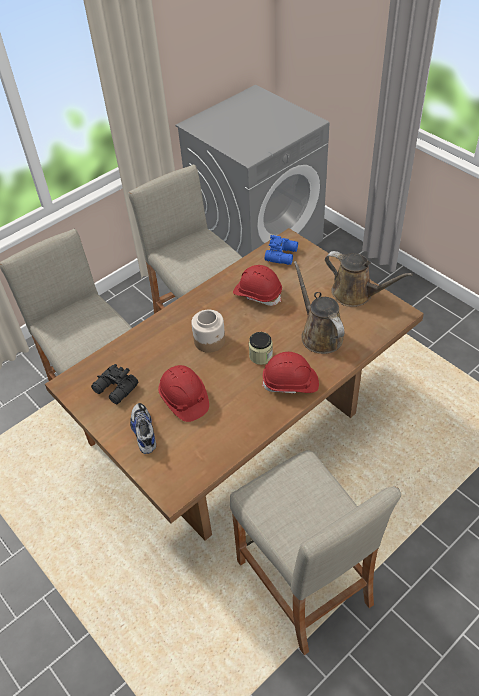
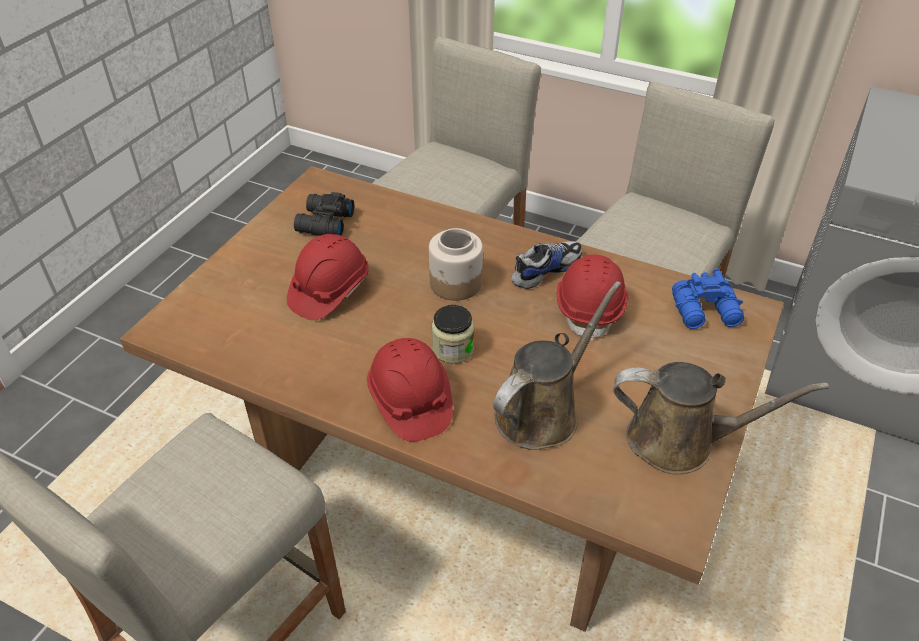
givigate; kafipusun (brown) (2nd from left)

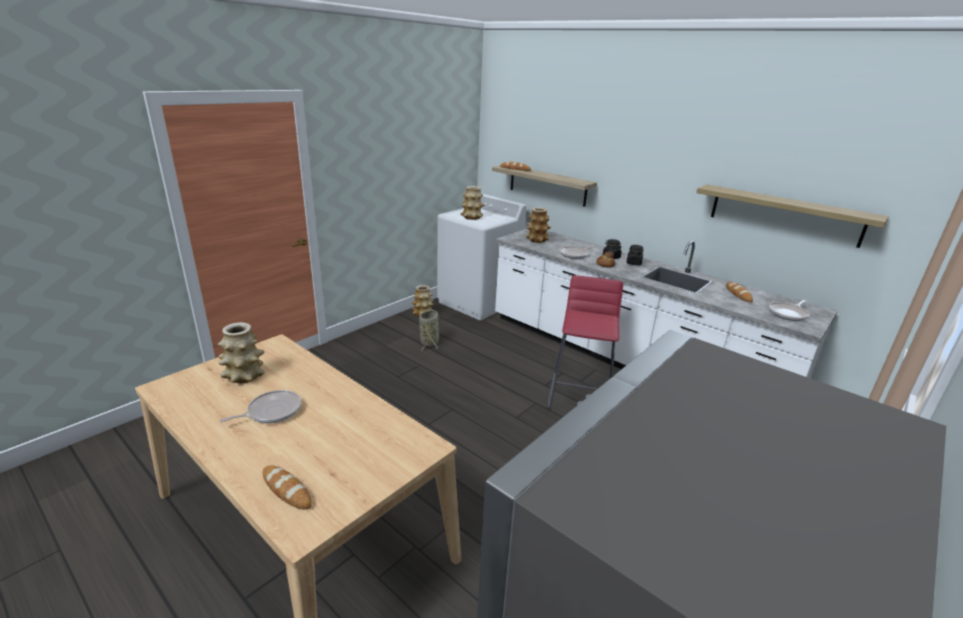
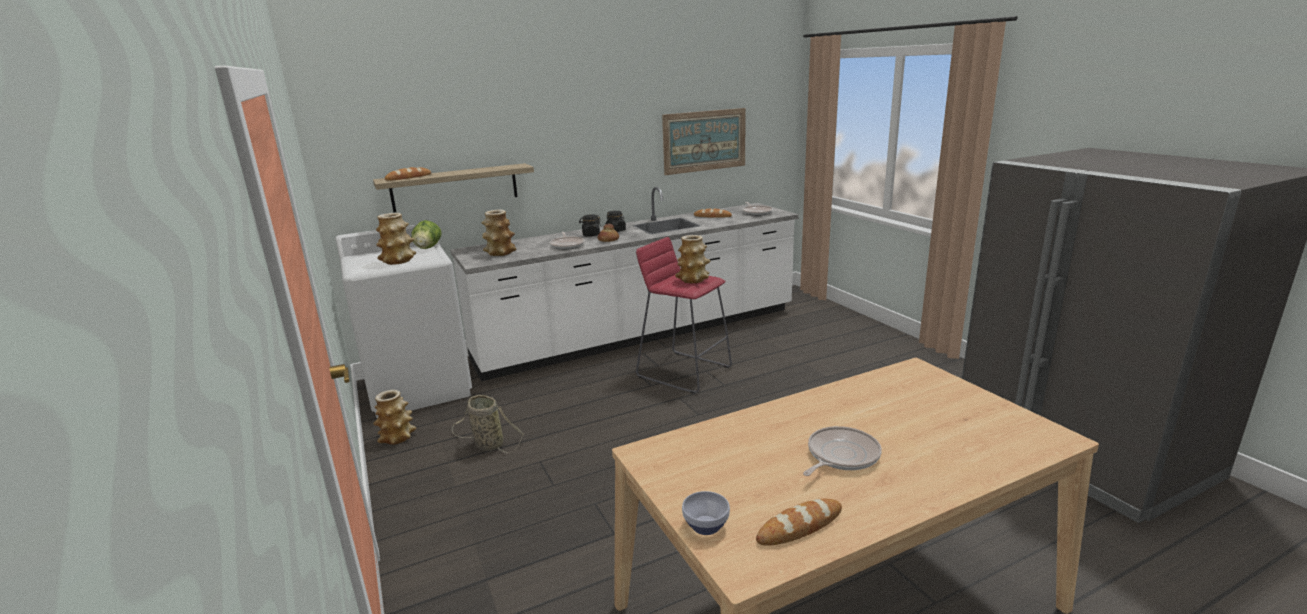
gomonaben; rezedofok; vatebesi (4th from left); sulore (4th from left); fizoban; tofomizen (3rd from left)

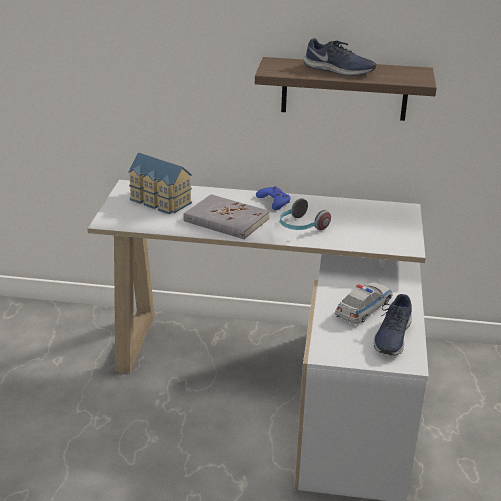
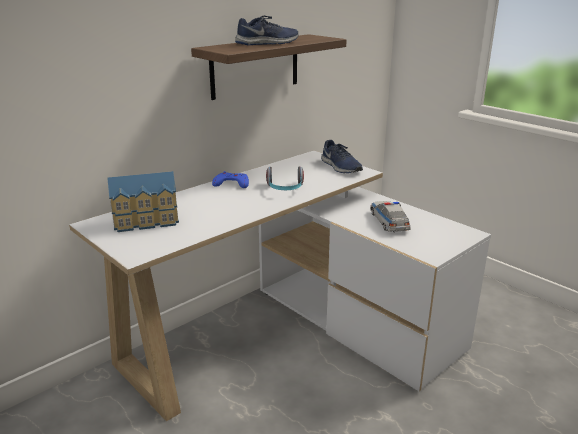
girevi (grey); givigate (blue) (2nd from left)

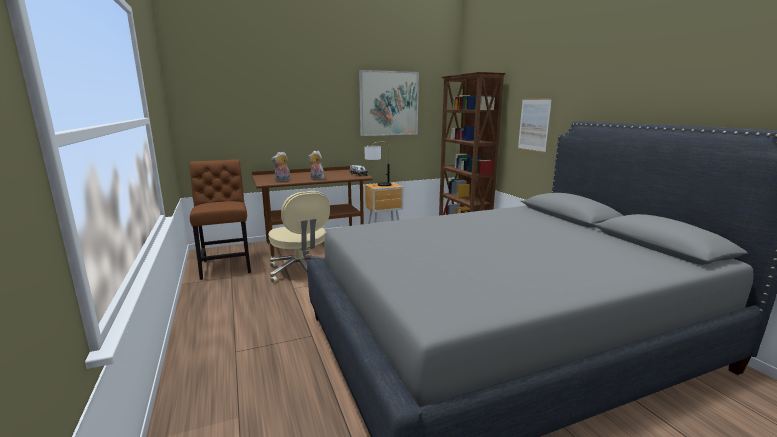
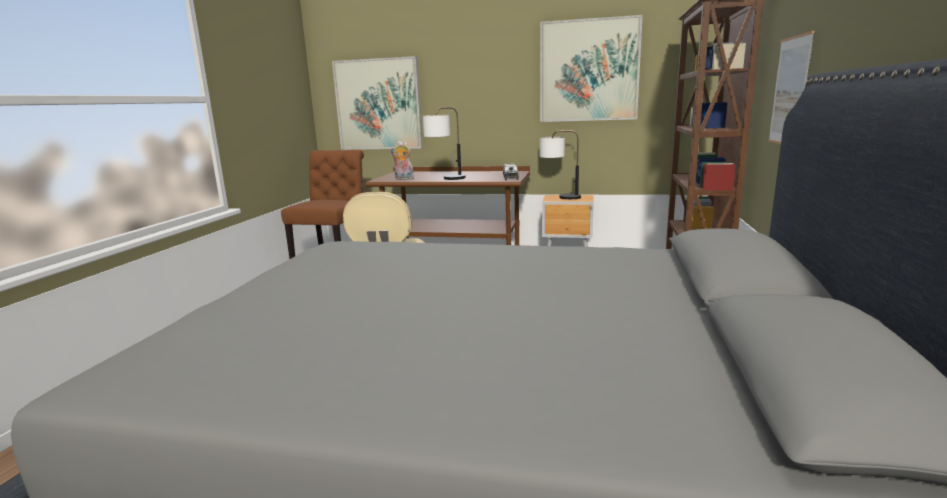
fizoban (1st from left); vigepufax (1st from left)

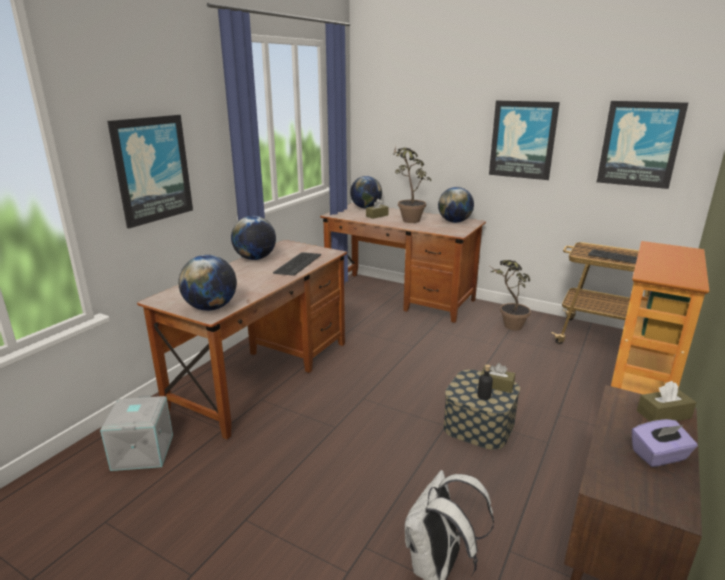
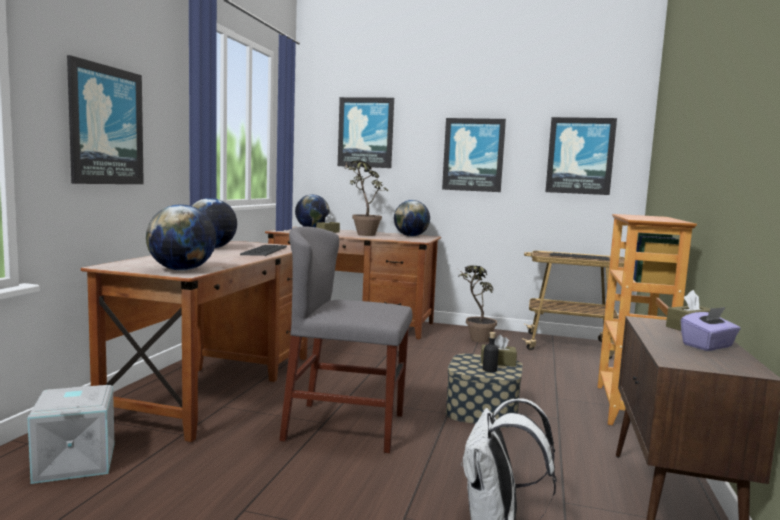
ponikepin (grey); fizoban (2nd from left)

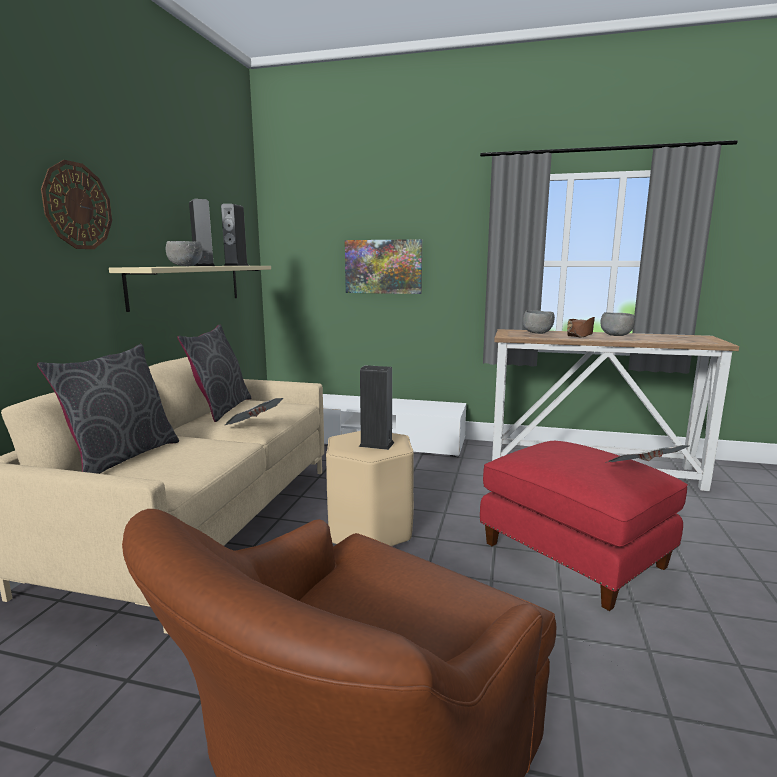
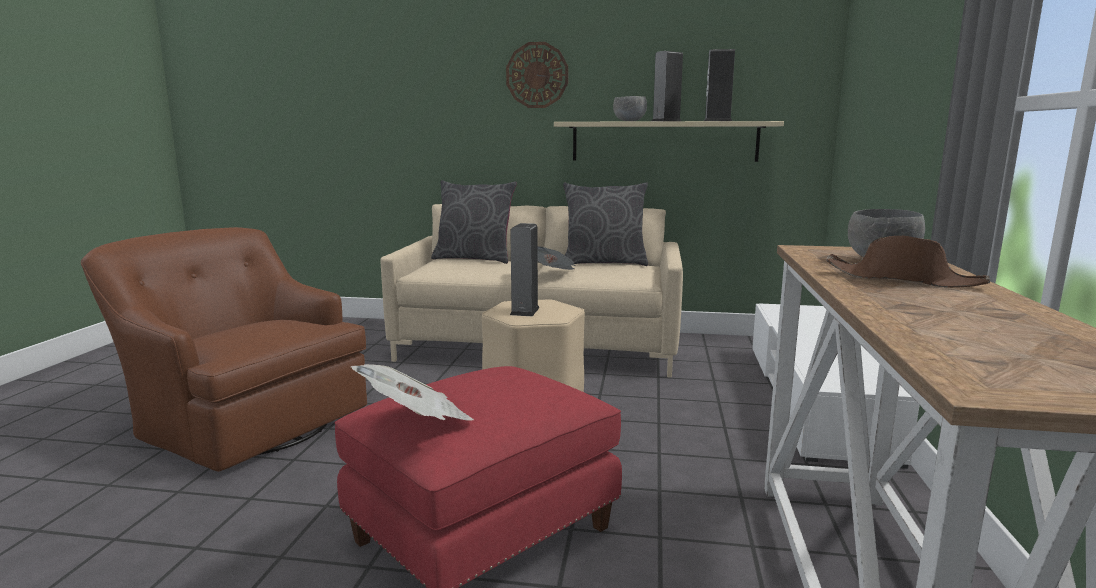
fizoban; rezedofok (grey) (3rd from left in the first image)

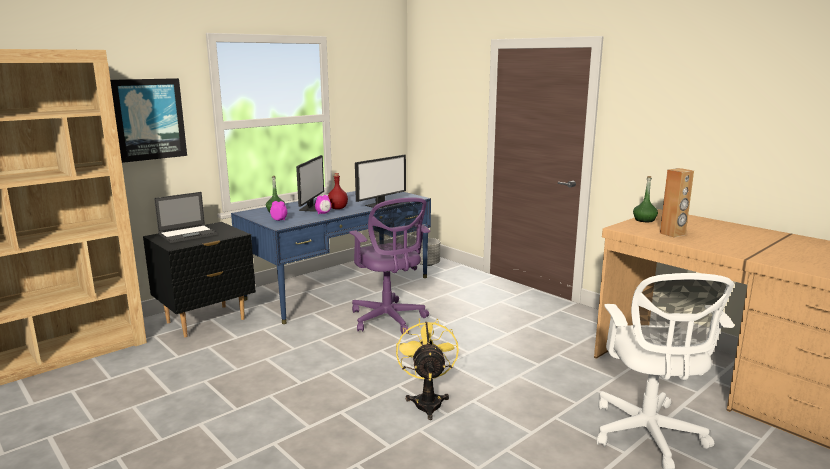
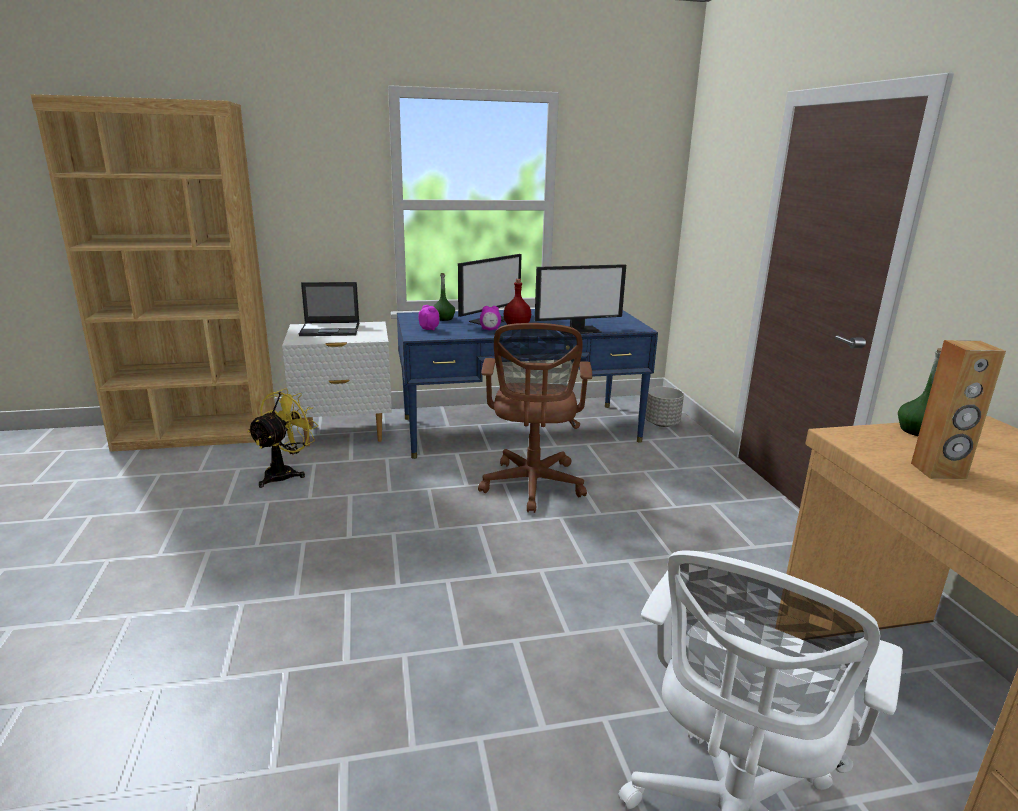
fizoban; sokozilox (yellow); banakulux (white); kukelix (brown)

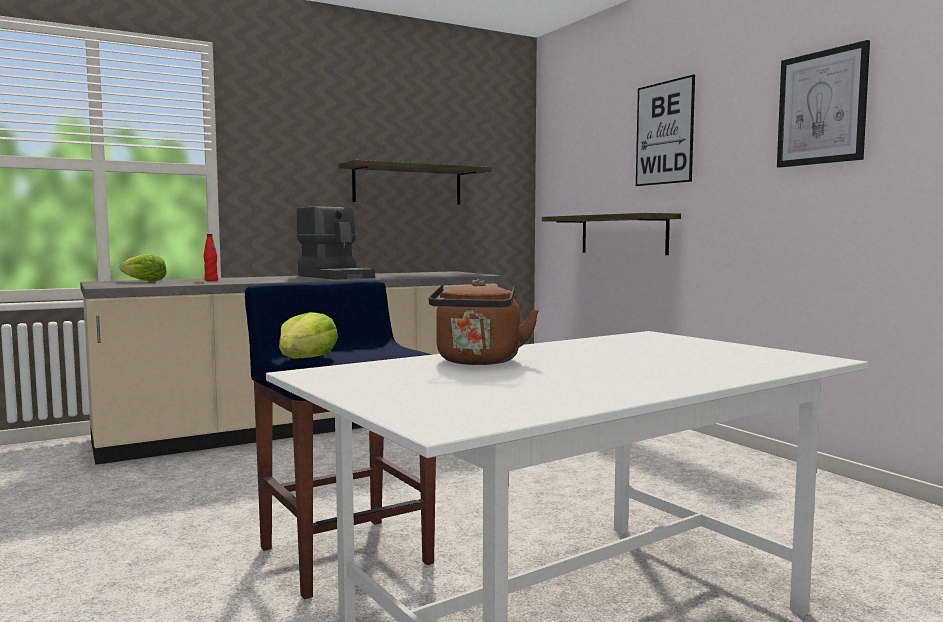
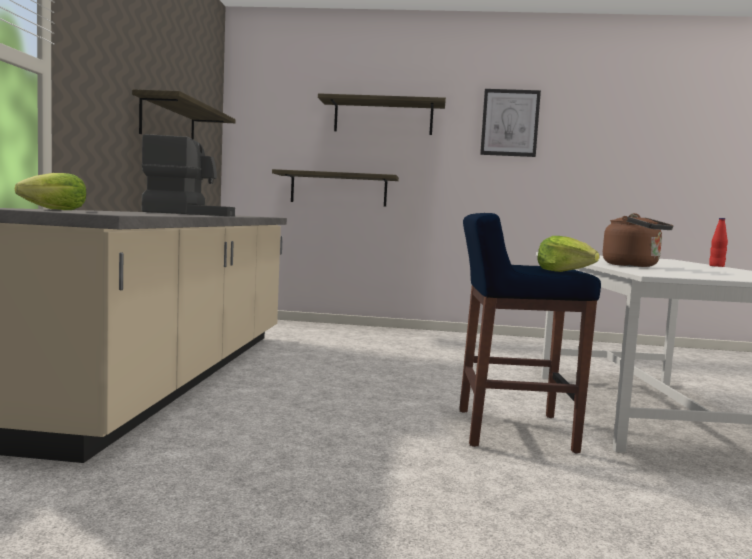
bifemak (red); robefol (3rd from left)

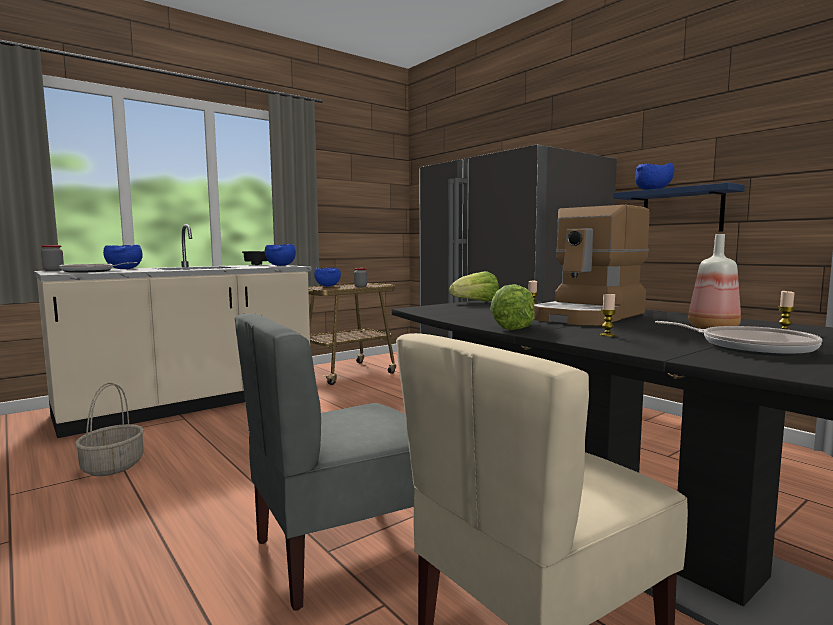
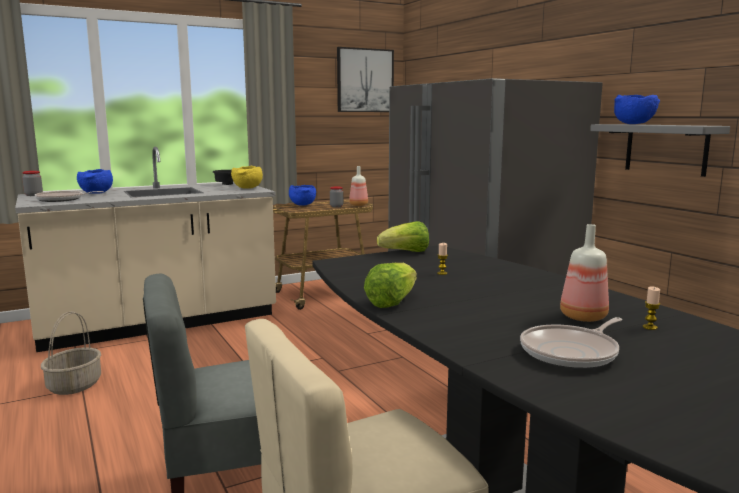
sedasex; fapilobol (2nd from left in the first image); fizoban; bifemak (1st from left); rezedofok (yellow); robefol (grey); tofomizen (2nd from left)

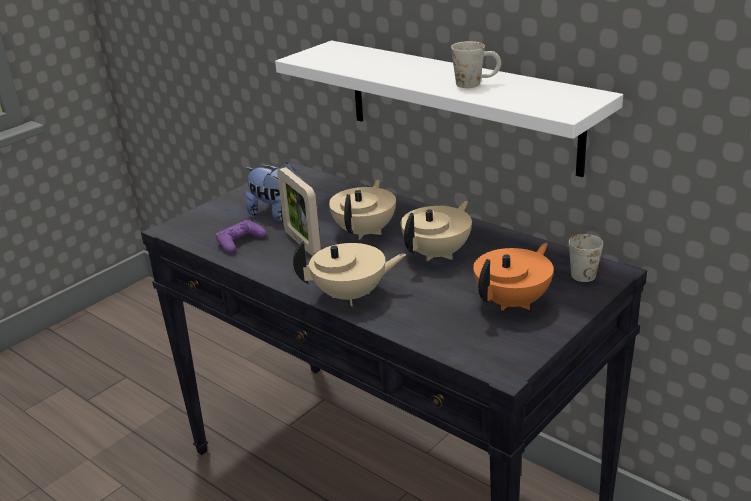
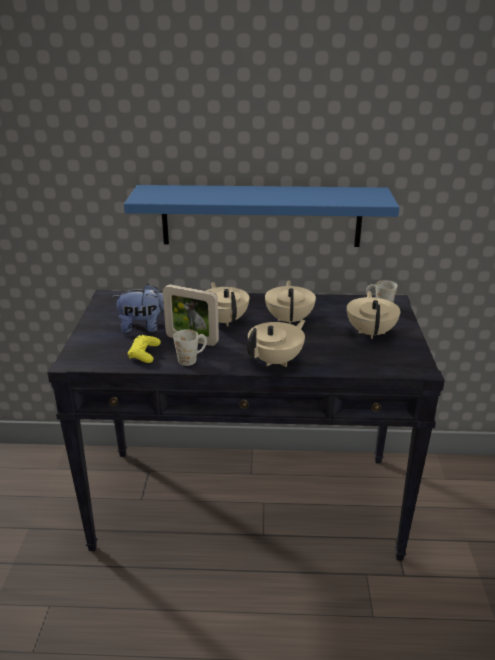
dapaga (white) (1st from left); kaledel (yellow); robefol (blue); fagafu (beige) (4th from left)

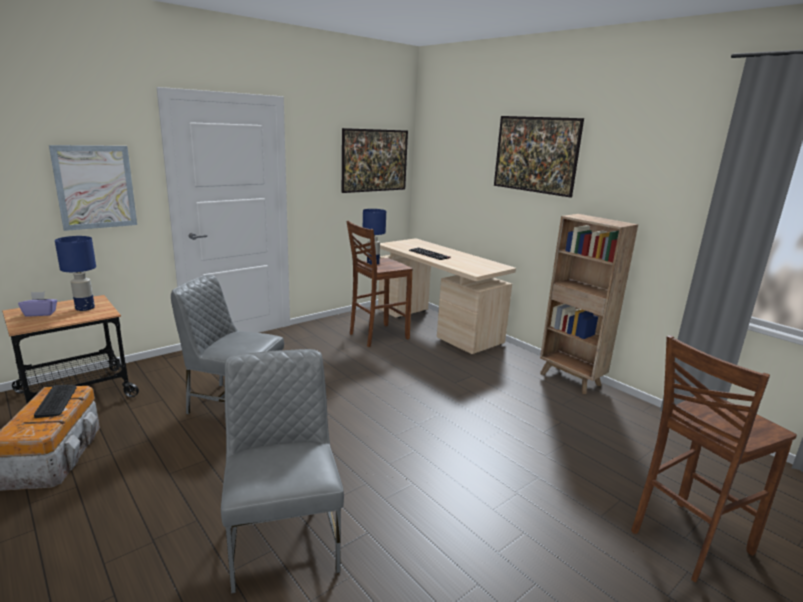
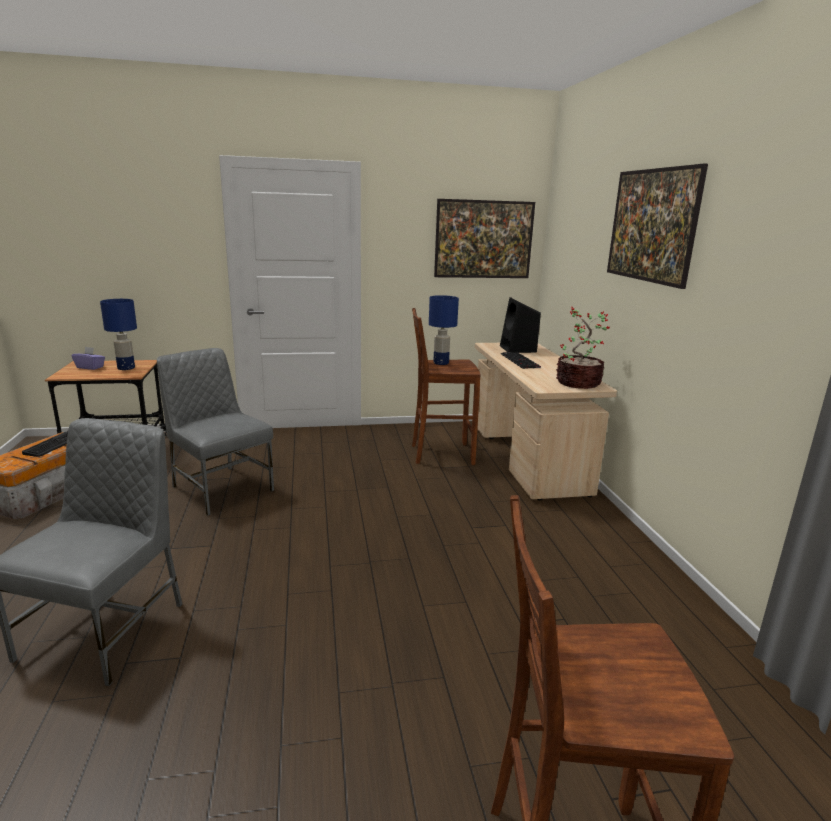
fizoban (1st from left in the first image); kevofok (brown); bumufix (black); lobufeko

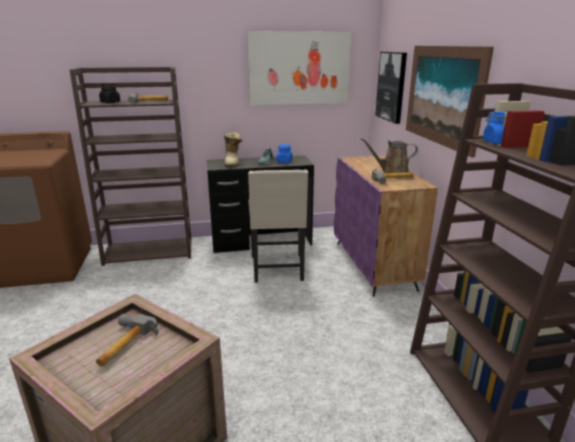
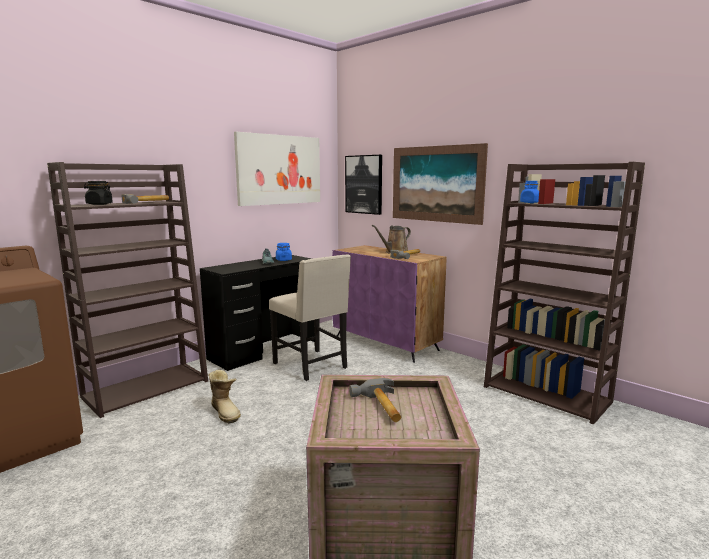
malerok

